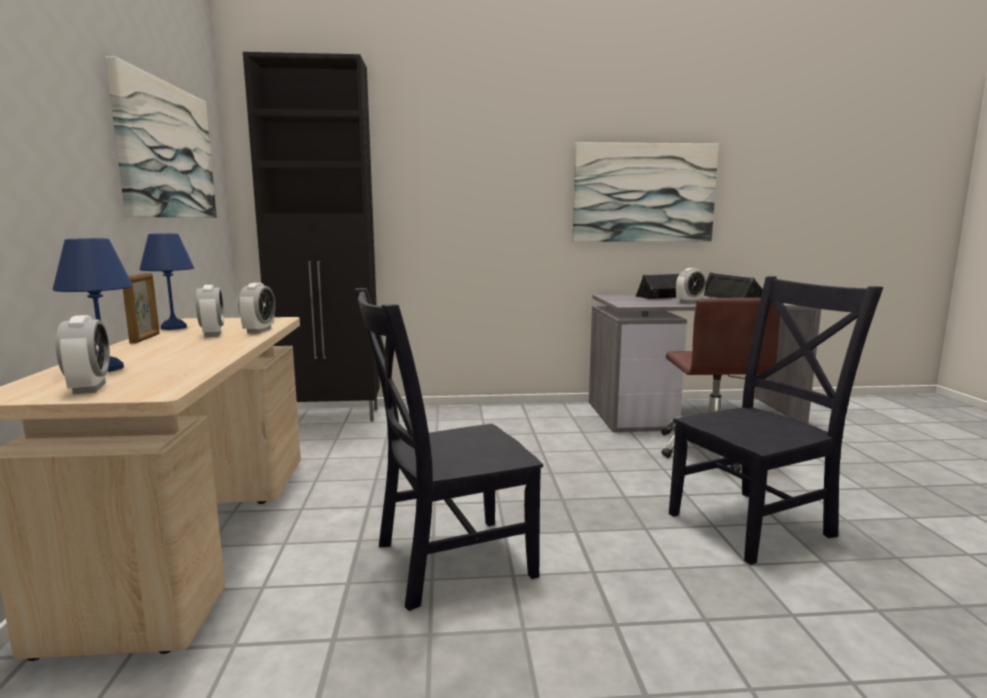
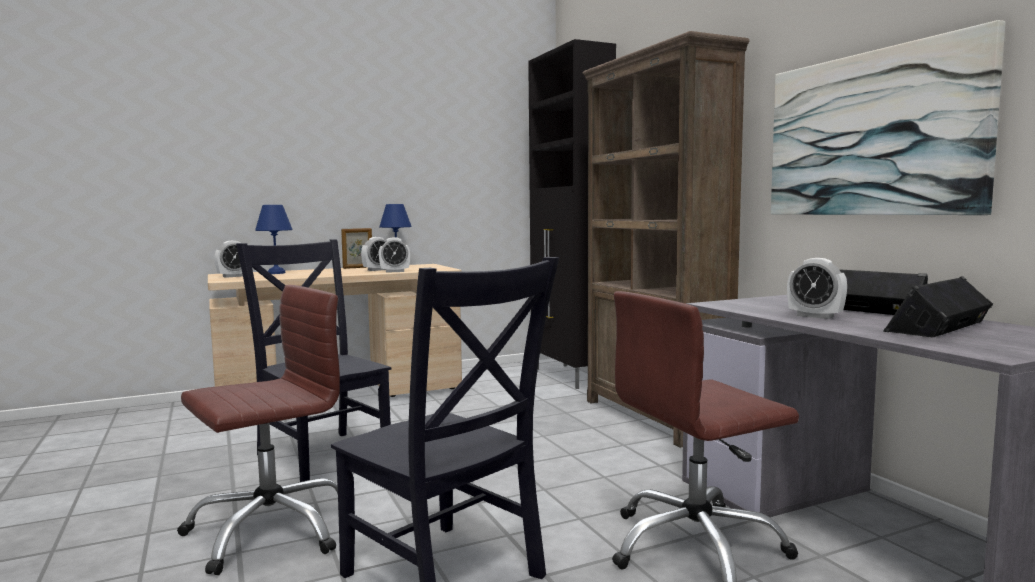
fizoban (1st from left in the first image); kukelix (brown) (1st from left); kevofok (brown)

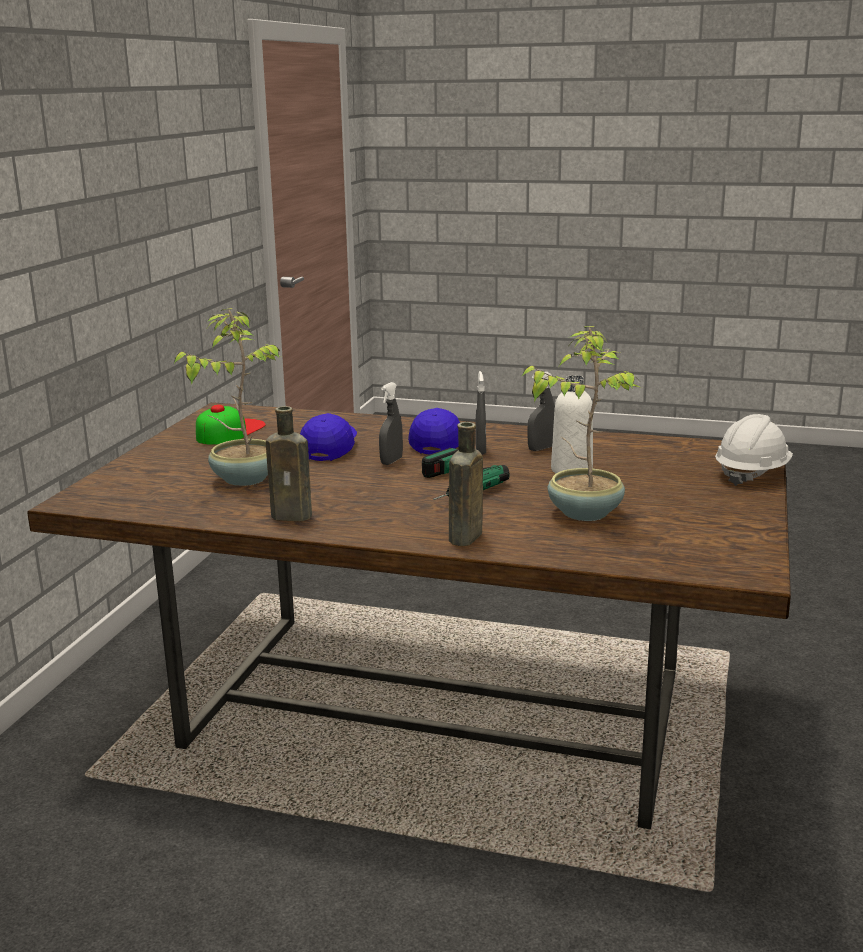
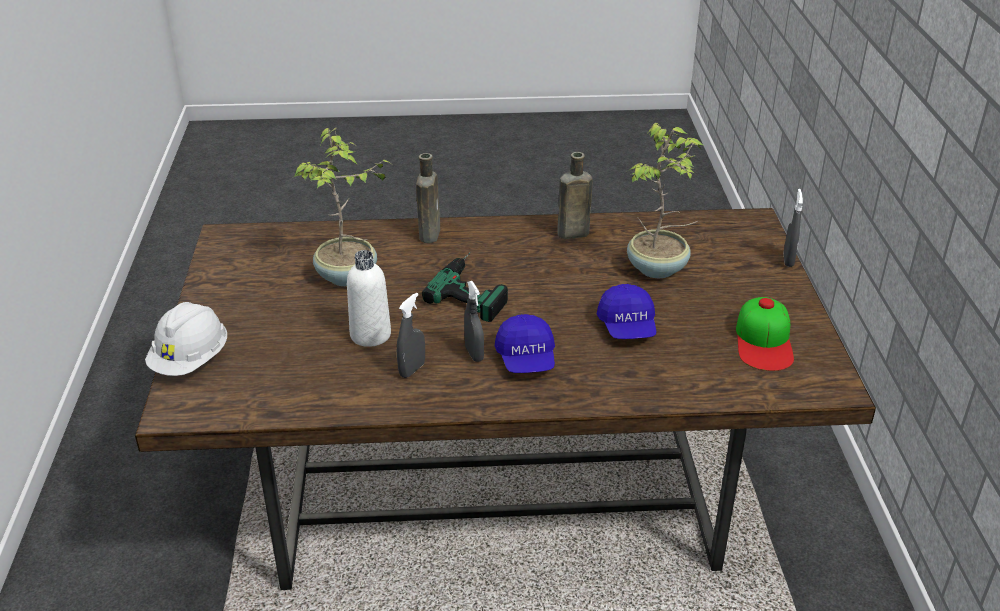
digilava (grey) (3rd from left)

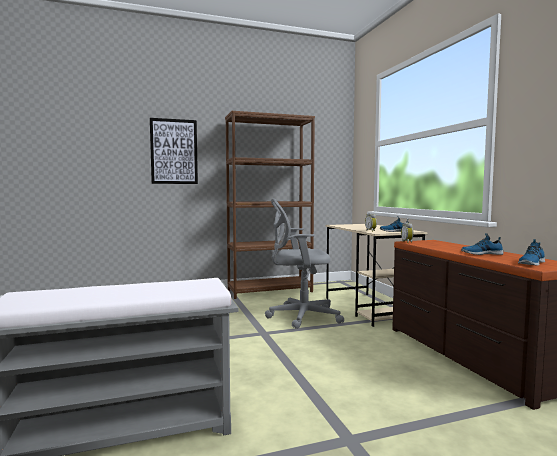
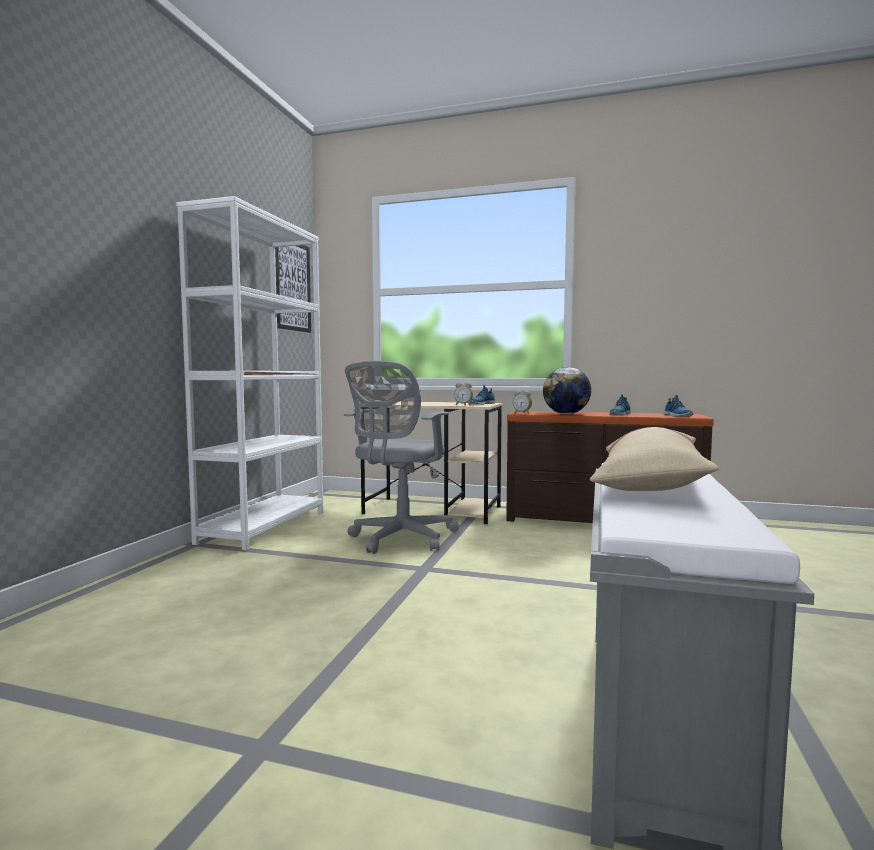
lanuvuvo; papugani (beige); fizoban; kevofok (white)

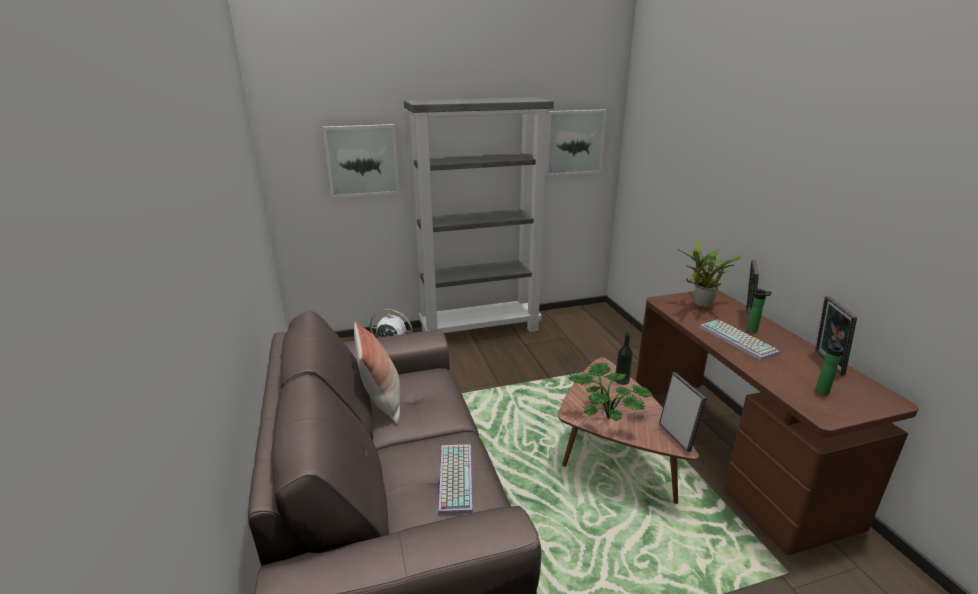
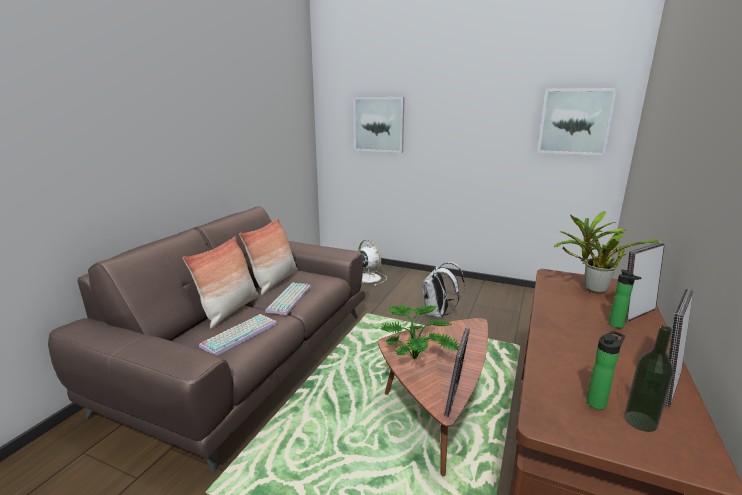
kevofok (grey); papugani (1st from left); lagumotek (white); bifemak (3rd from left); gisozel (2nd from left)

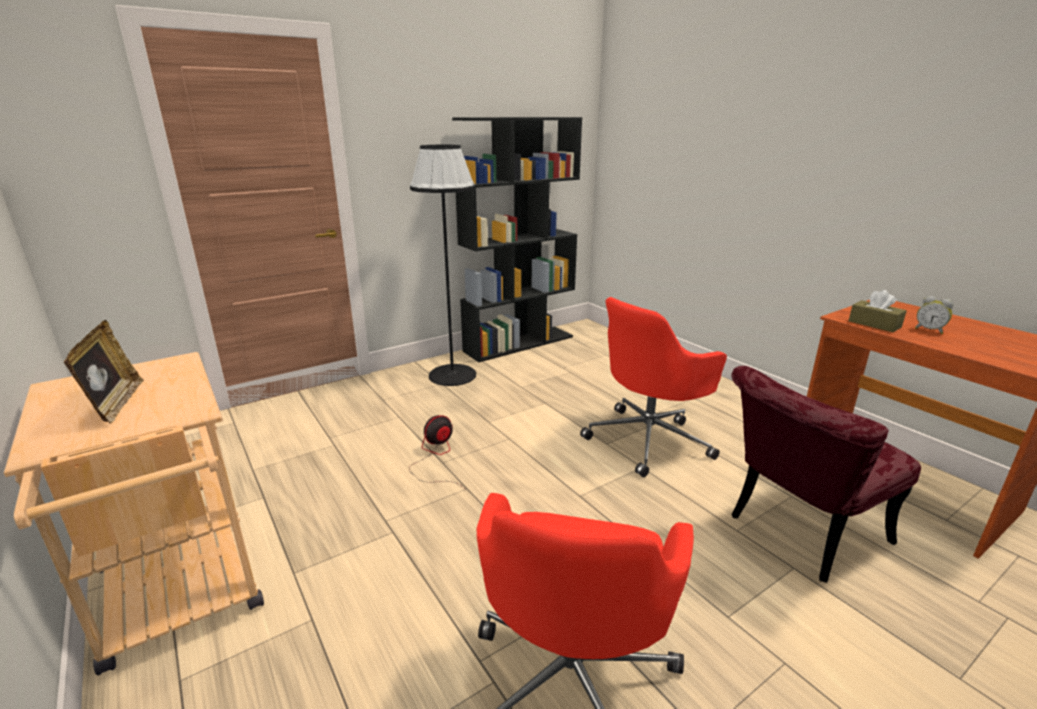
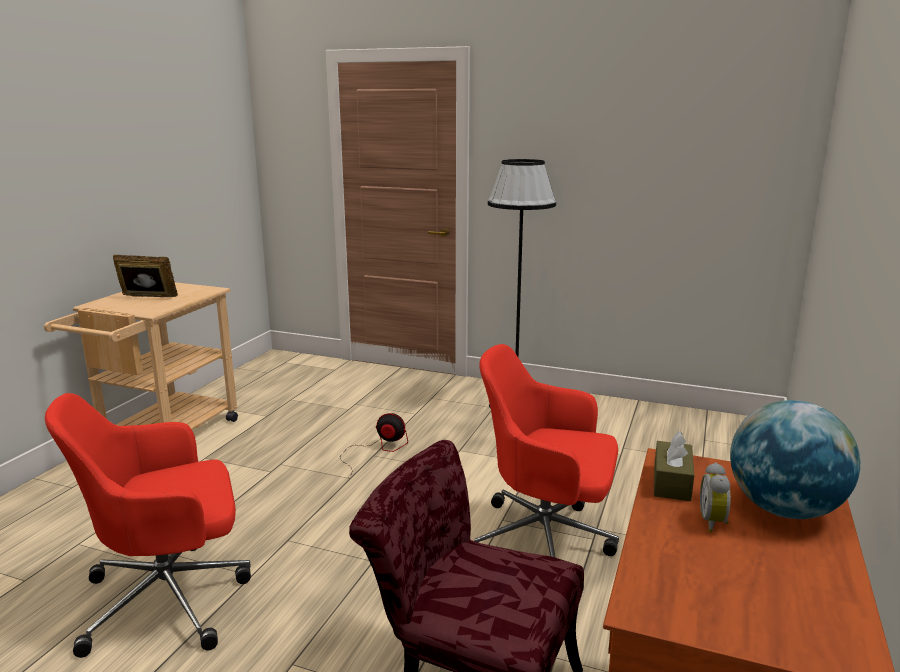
kevofok (black); lanuvuvo; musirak

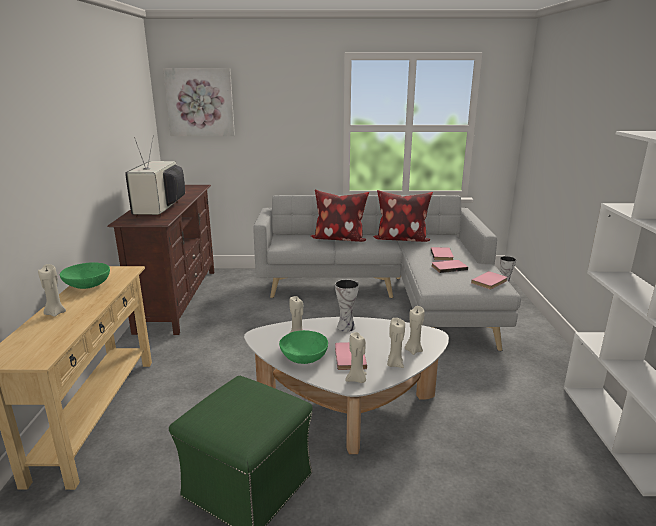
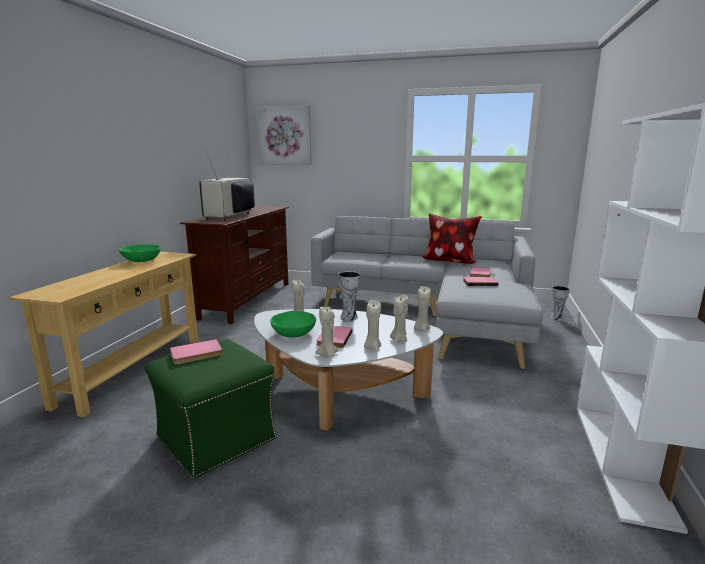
papugani (1st from left in the first image); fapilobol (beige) (5th from left); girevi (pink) (1st from left)

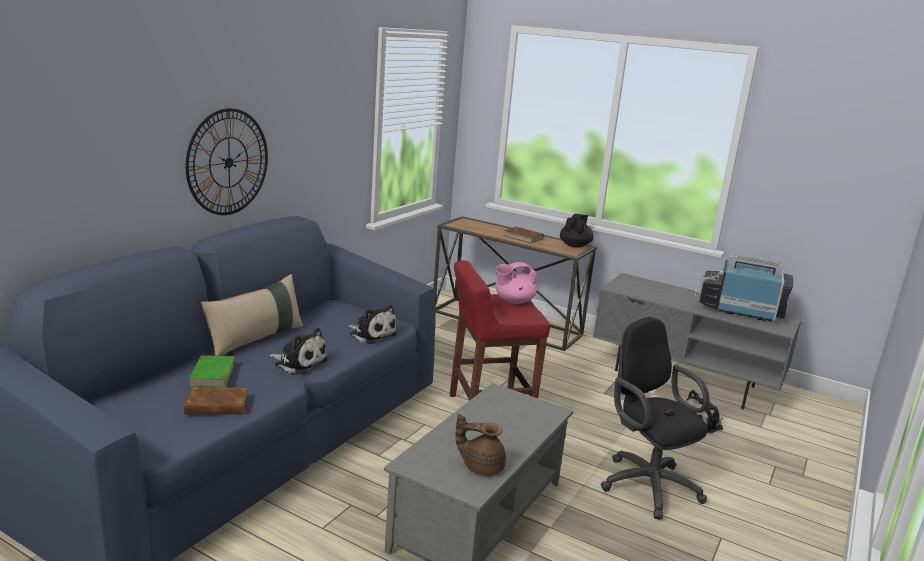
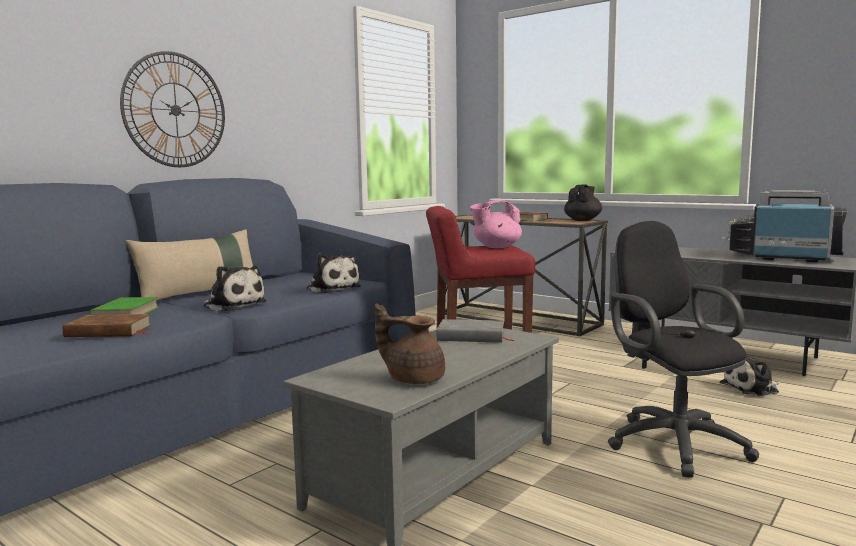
girevi (grey)

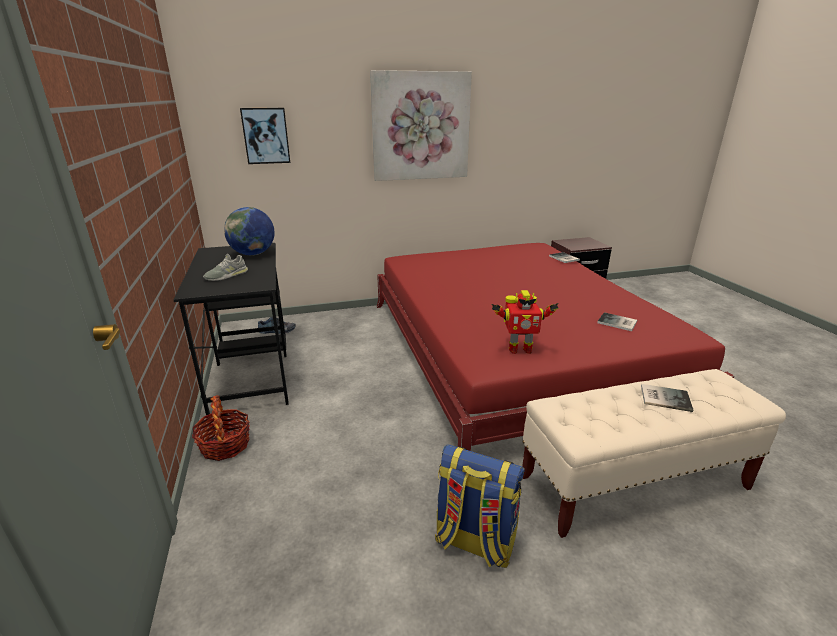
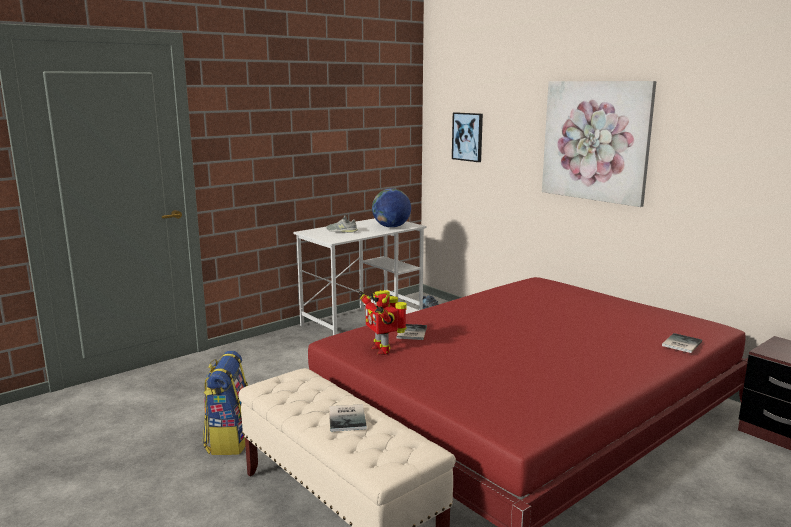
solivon; girevi (2nd from left); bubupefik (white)

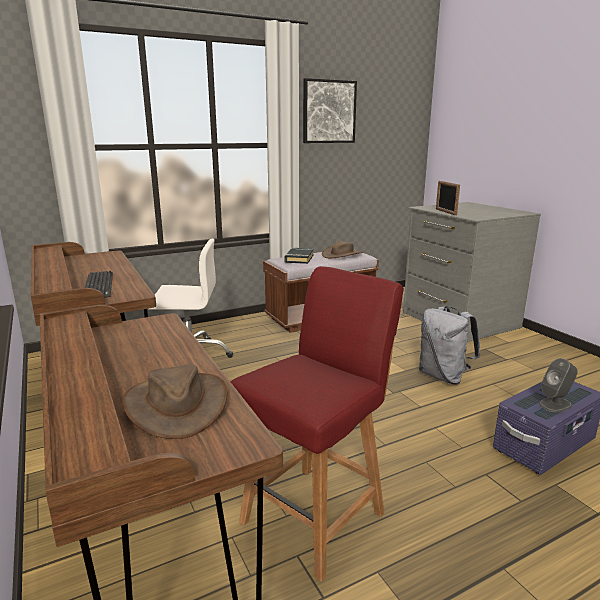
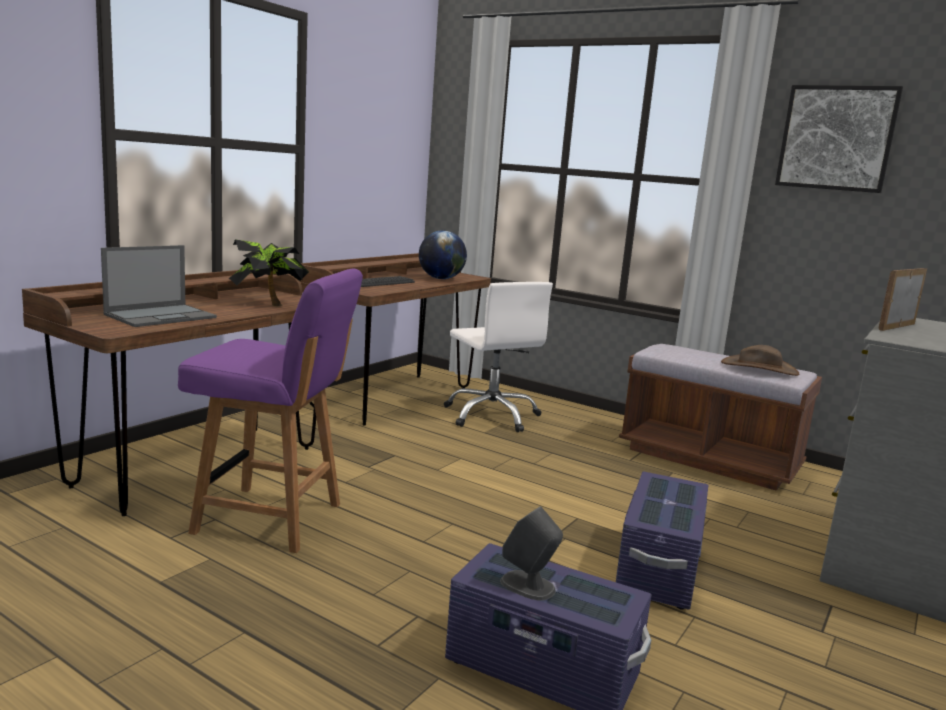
girevi (black); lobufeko; lanuvuvo; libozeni; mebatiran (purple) (2nd from left); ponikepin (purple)

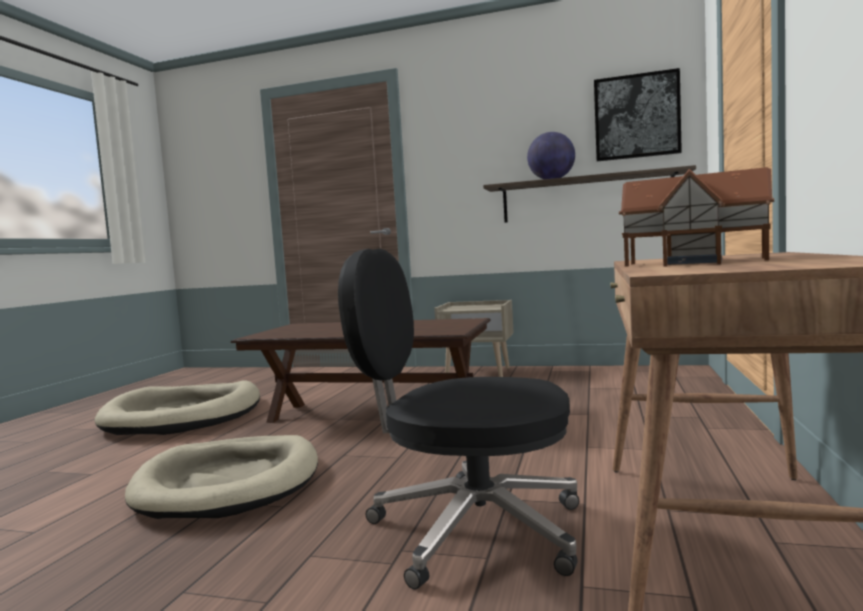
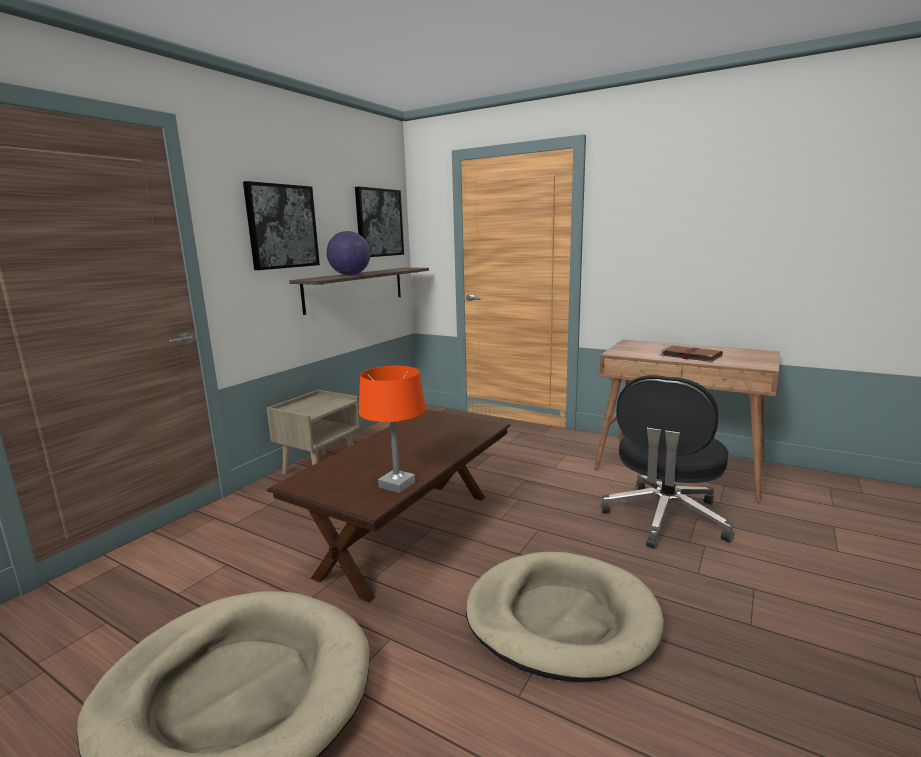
fizoban (1st from left); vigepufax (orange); girevi (brown)

